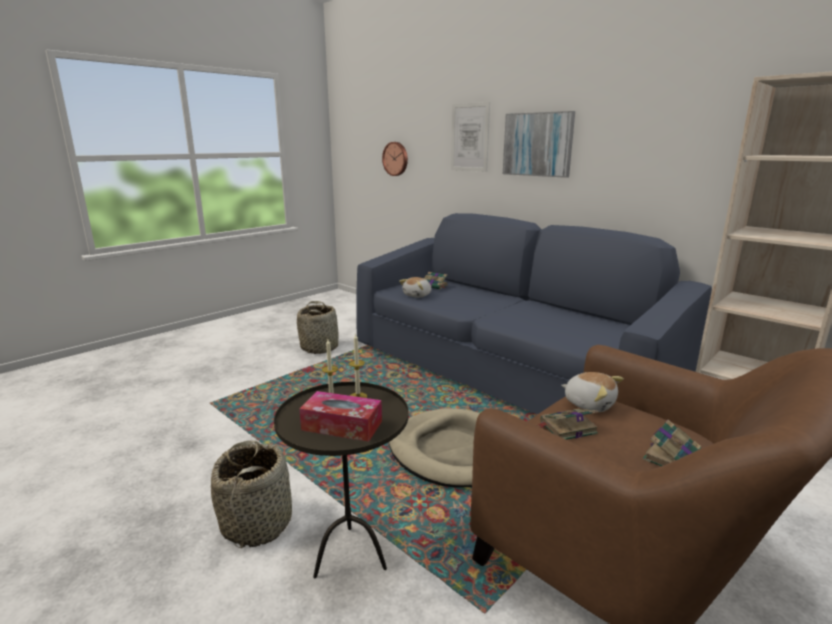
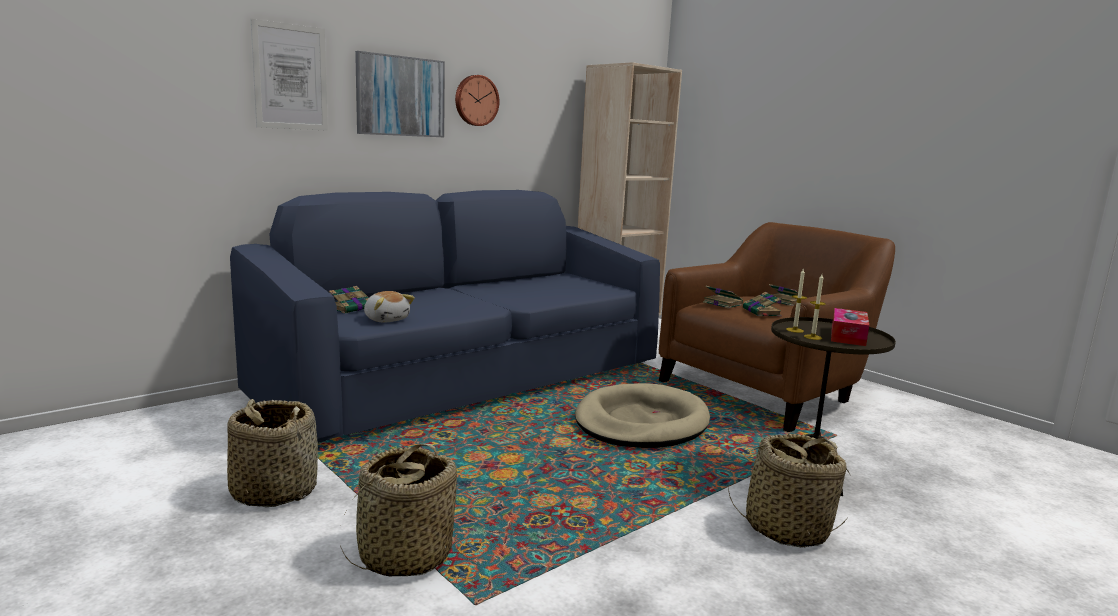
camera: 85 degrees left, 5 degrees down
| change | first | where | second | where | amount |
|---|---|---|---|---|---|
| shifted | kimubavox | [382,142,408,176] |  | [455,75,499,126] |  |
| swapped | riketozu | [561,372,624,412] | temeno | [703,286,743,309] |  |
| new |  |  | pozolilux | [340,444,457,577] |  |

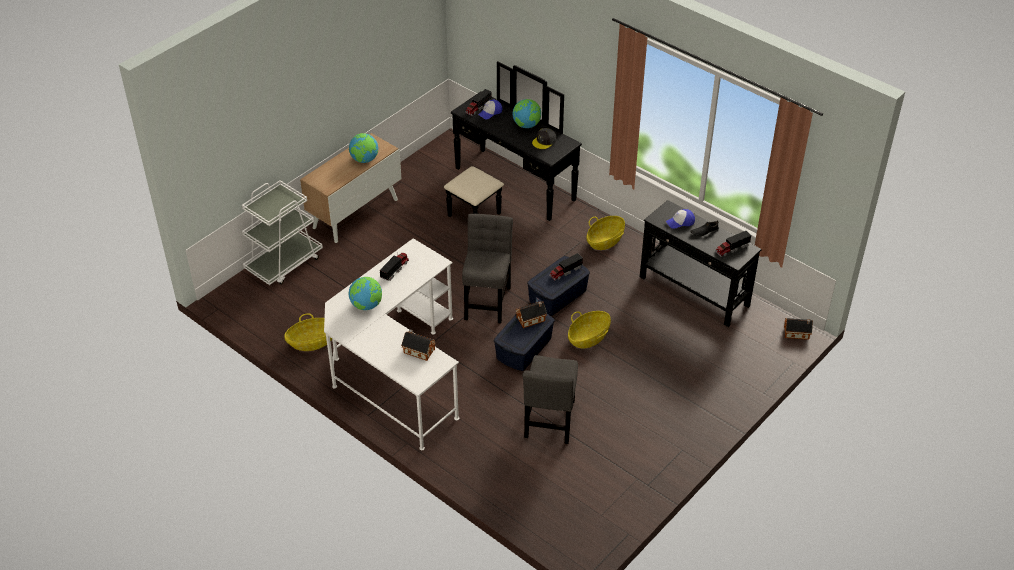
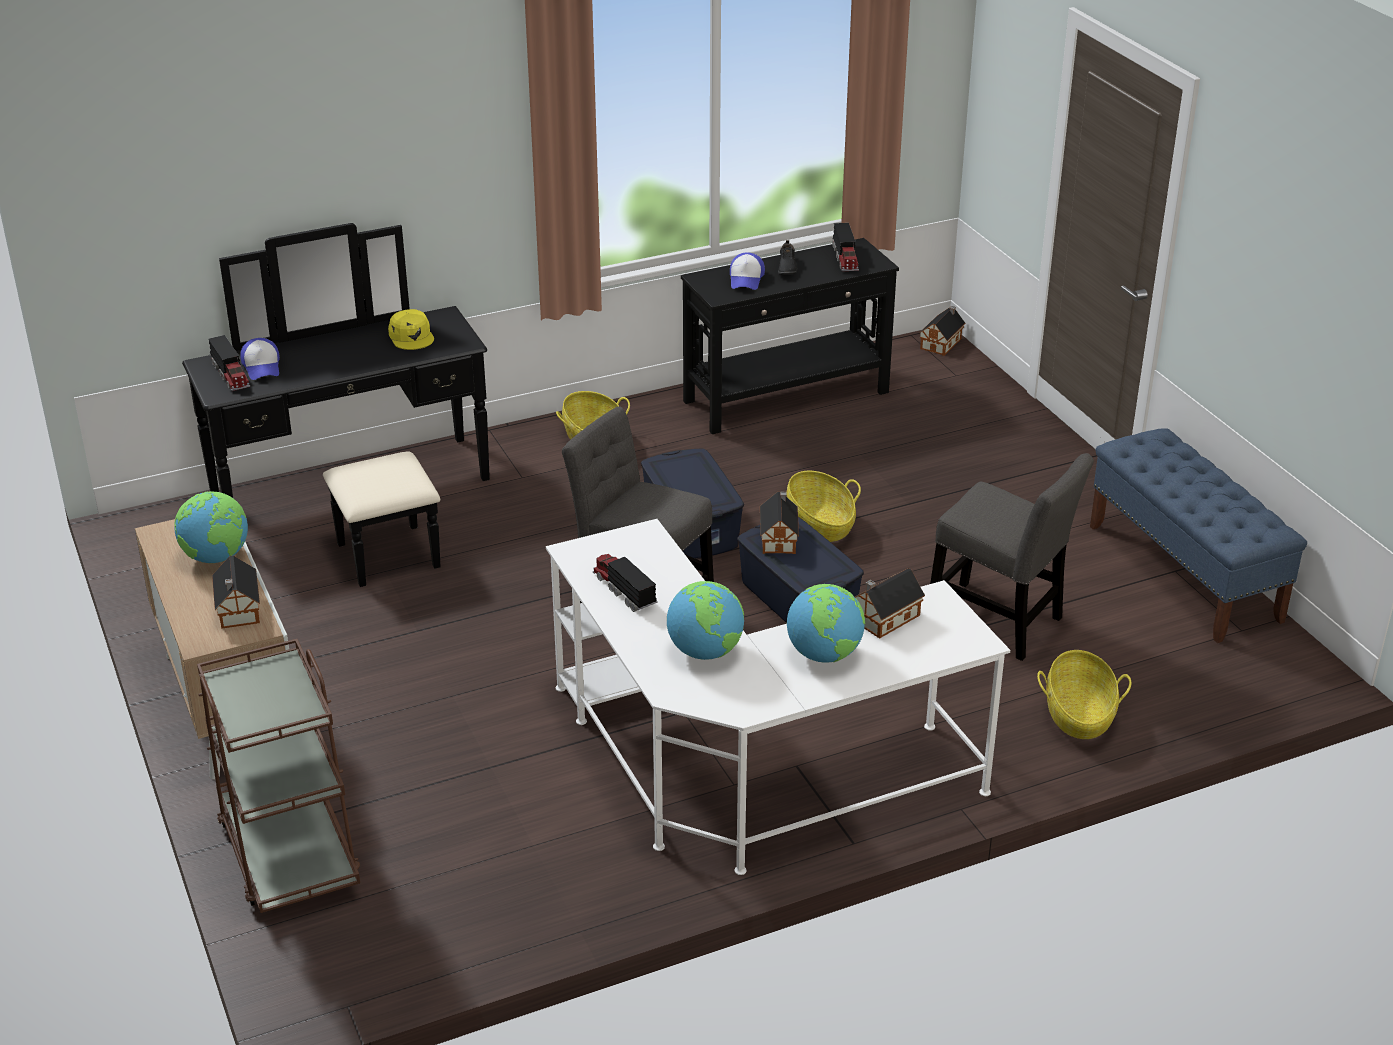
camera: 65 degrees left, 10 degrees down
| change | first | where | second | where | amount |
|---|---|---|---|---|---|
| shifted | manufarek | [513,99,541,128] |  | [787,584,865,663] |  |
| repainted | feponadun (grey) | [532,128,556,149] | feponadun (yellow) | [388,309,434,350] |  |
| repainted | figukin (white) | [242,180,323,285] | figukin (brown) | [197,639,360,913] |  |
| gone | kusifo | [549,253,583,281] |  |  |  |
| shifted | pozolilux | [284,313,332,351] |  | [1037,650,1131,739] |  |
| new |  |  | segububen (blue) | [1090,428,1307,643] |  |
| new |  |  | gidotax | [212,555,260,629] |  |

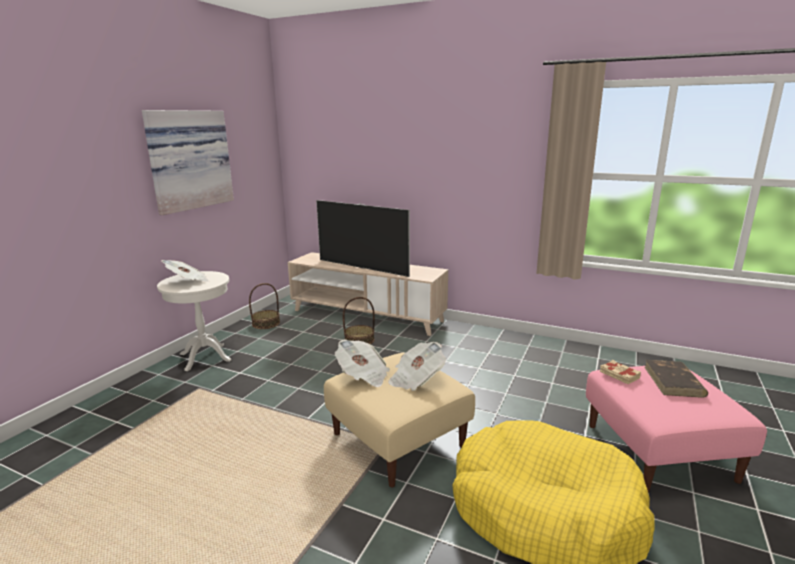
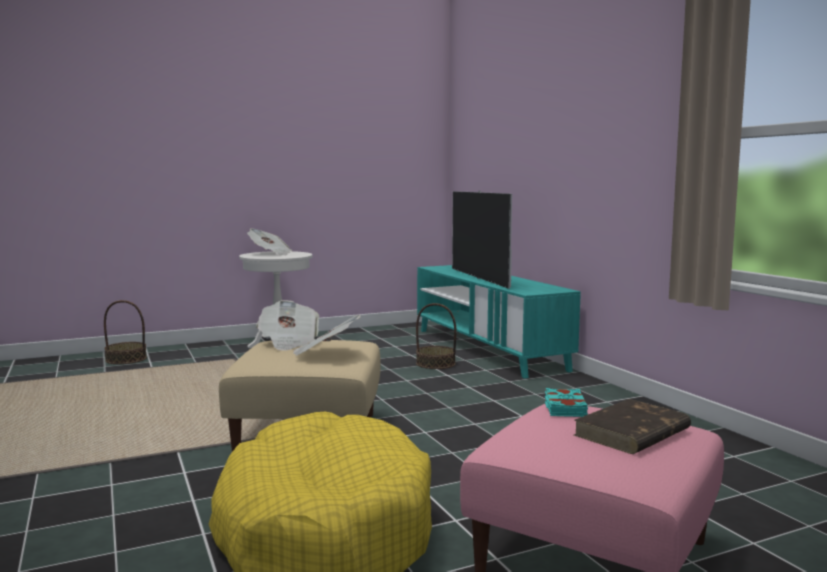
camera: 40 degrees right, 10 degrees down
| change | first | where | second | where | amount |
|---|---|---|---|---|---|
| gone | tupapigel | [142,110,234,215] |  |  |  |
| repainted | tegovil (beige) | [288,252,448,336] | tegovil (turquoise) | [417,265,581,379] |  |
| shifted | pozolilux | [249,283,280,329] |  | [104,300,147,364] |  |
| repainted | temeno (beige) | [600,360,641,384] | temeno (turquoise) | [545,388,588,417] |  |

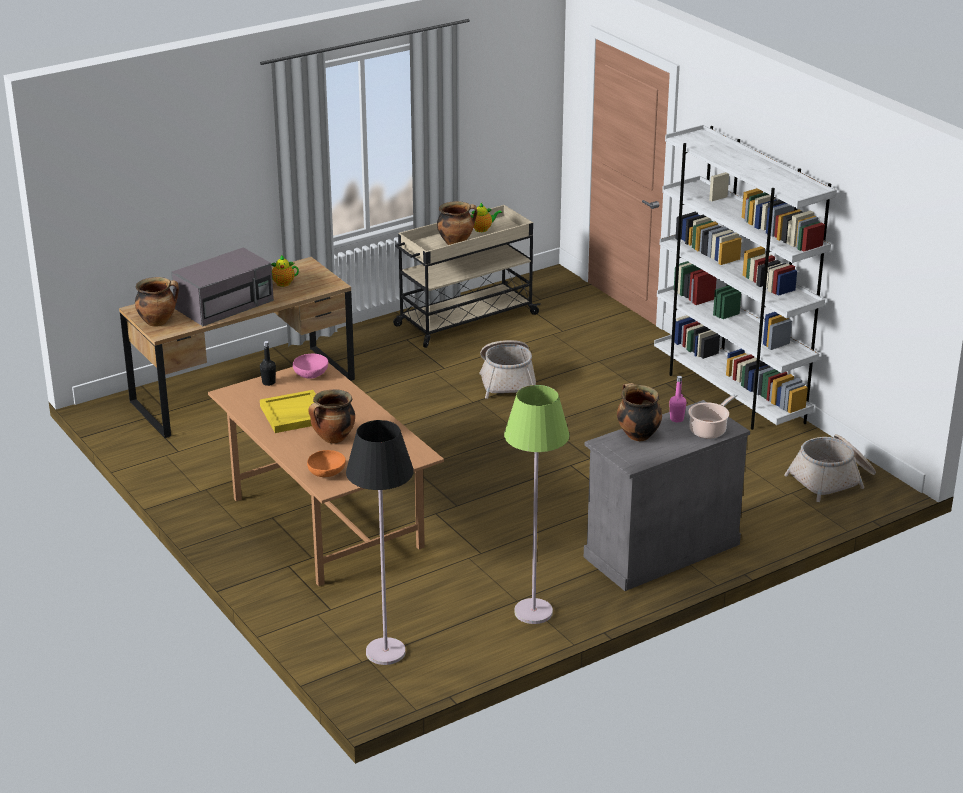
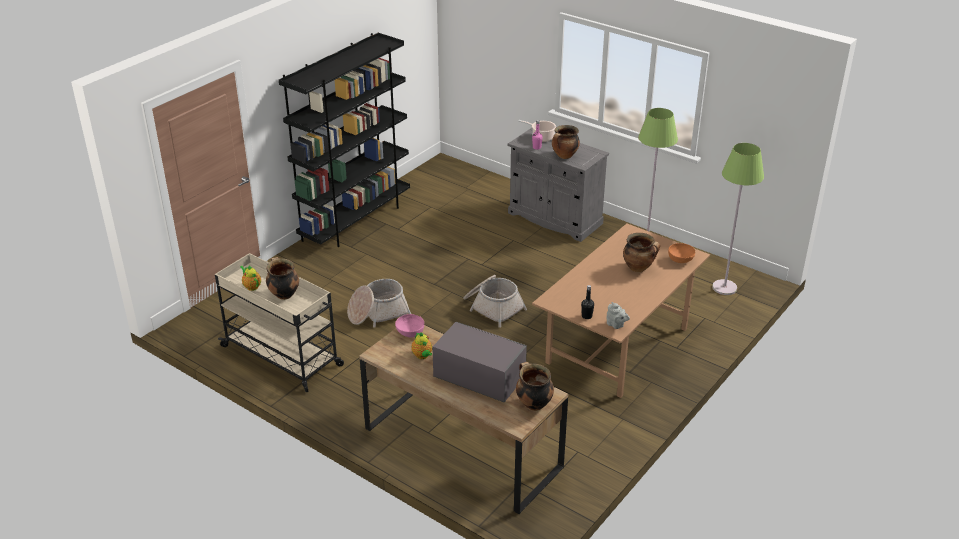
camera: 110 degrees left, 5 degrees up
| change | first | where | second | where | amount |
|---|---|---|---|---|---|
| repainted | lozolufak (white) | [654,125,837,430] | lozolufak (black) | [279,33,410,247] |  |
| shifted | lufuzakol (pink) | [293,354,328,379] |  | [395,314,424,338] |  |
| gone | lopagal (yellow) | [260,390,316,433] |  |  |  |
| repainted | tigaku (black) | [346,420,413,665] | tigaku (green) | [712,143,764,295] |  |
| shifted | pozolilux | [784,434,876,502] |  | [463,275,527,328] |  |
| new |  |  | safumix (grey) | [606,302,630,329] |  |

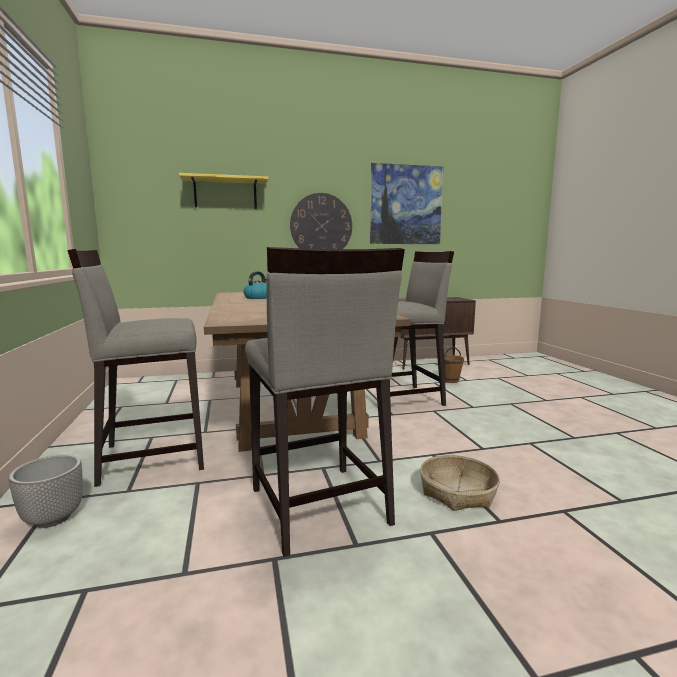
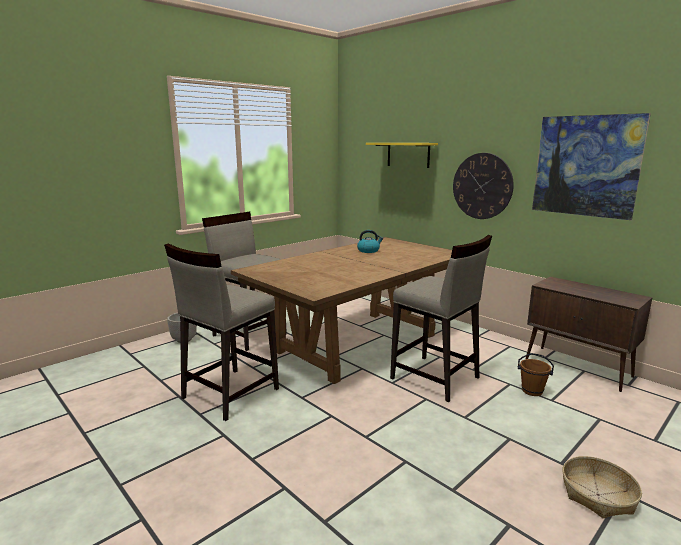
camera: 60 degrees right, 5 degrees up
| change | first | where | second | where | amount |
|---|---|---|---|---|---|
| shifted | pozolilux | [420,455,500,511] |  | [562,456,642,518] |  |

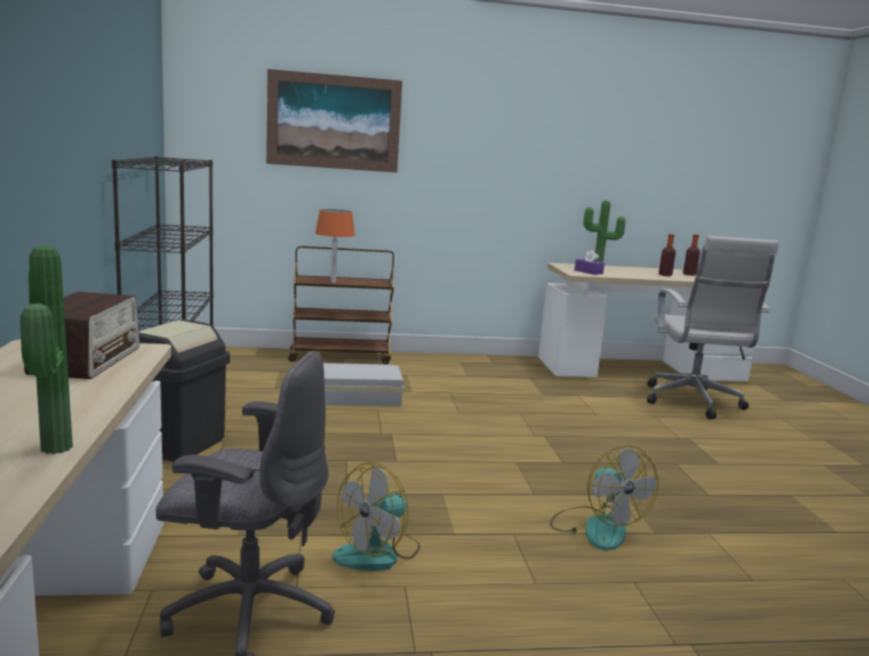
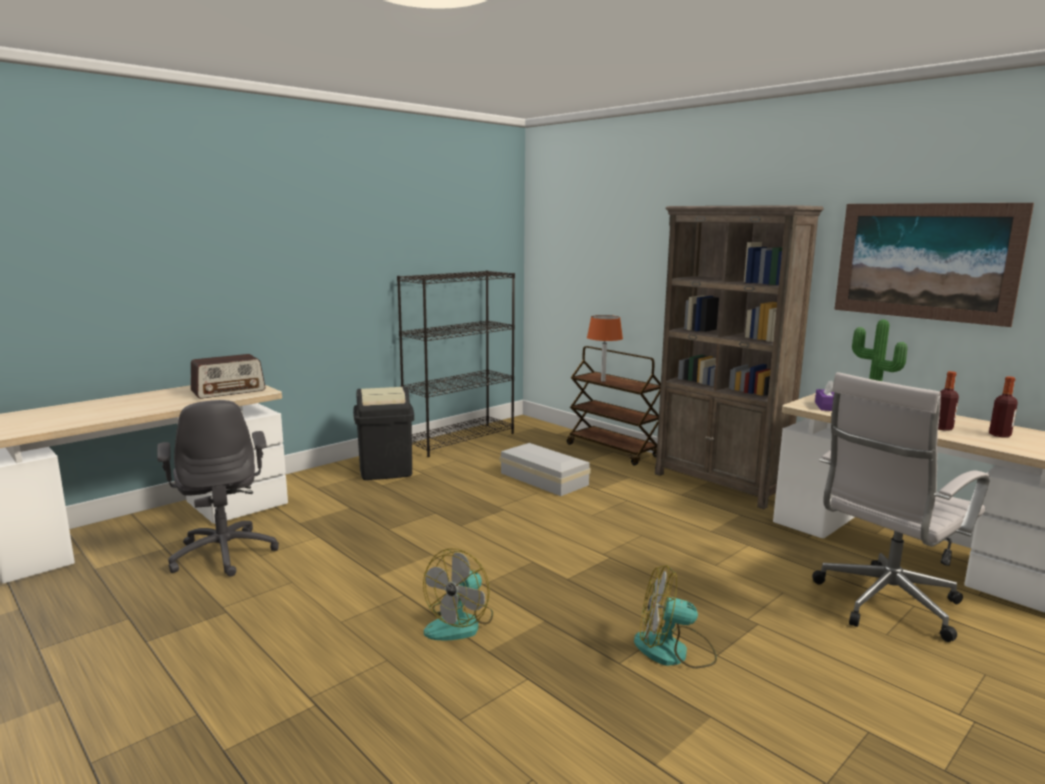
camera: 55 degrees right, 0 degrees up
| change | first | where | second | where | amount |
|---|---|---|---|---|---|
| shifted | tupapigel | [266,69,402,173] |  | [834,203,1034,327] |  |
| gone | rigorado | [20,245,73,454] |  |  |  |
| shifted | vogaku | [332,462,420,571] |  | [634,565,717,669] |  |
| new |  |  | lozolufak (brown) | [655,205,824,509] |  |

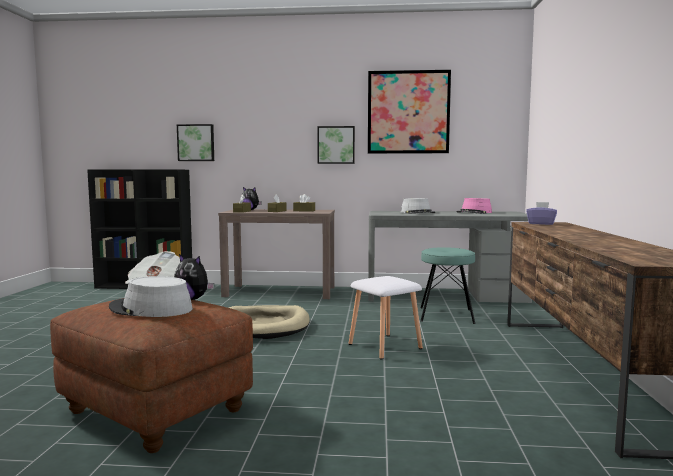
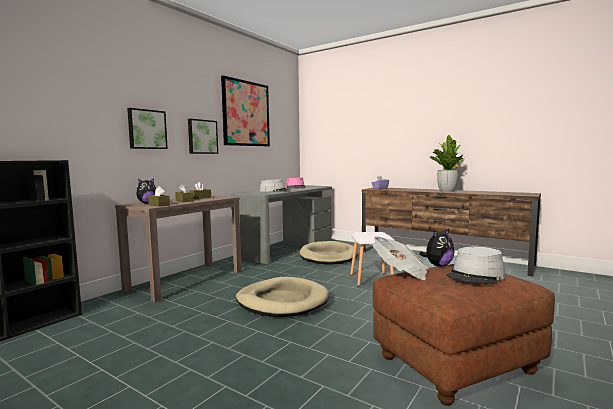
camera: 60 degrees left, 0 degrees up
| change | first | where | second | where | amount |
|---|---|---|---|---|---|
| shifted | tupapigel | [177,124,214,161] |  | [127,108,168,149] |  |
| swapped | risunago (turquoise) | [420,247,476,324] | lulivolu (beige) | [299,241,358,265] |  |
| new |  |  | rigorado | [429,135,465,192] |  |

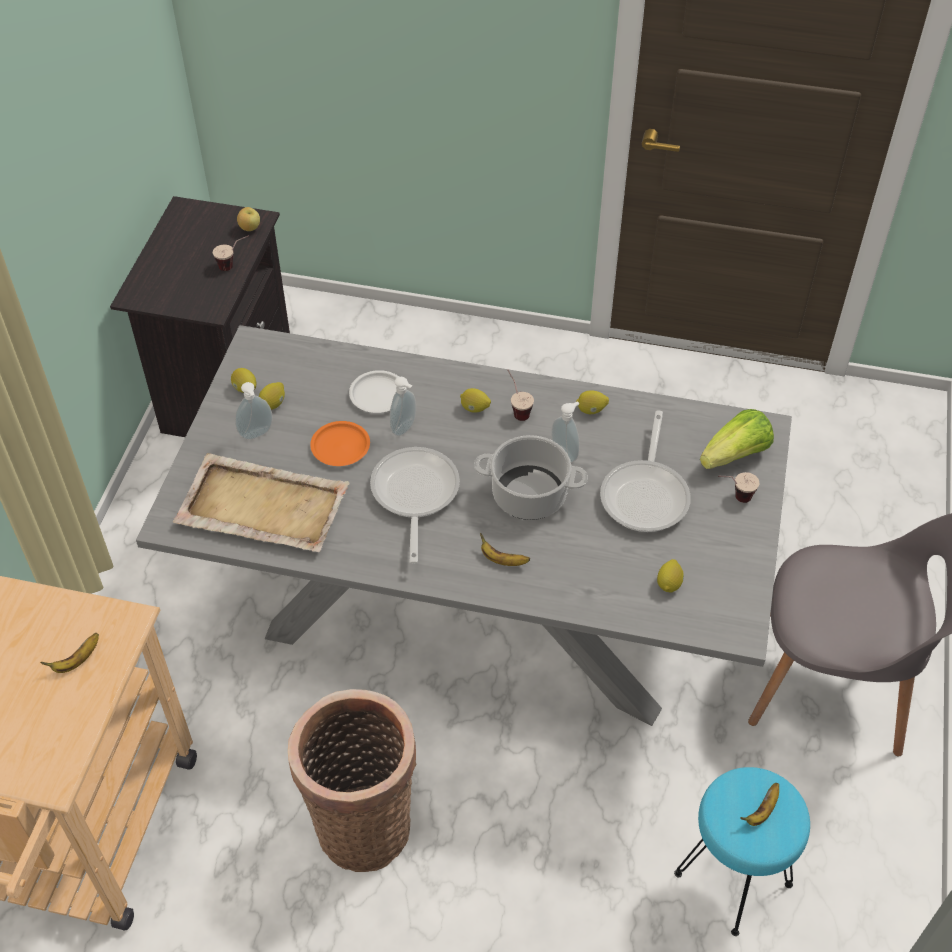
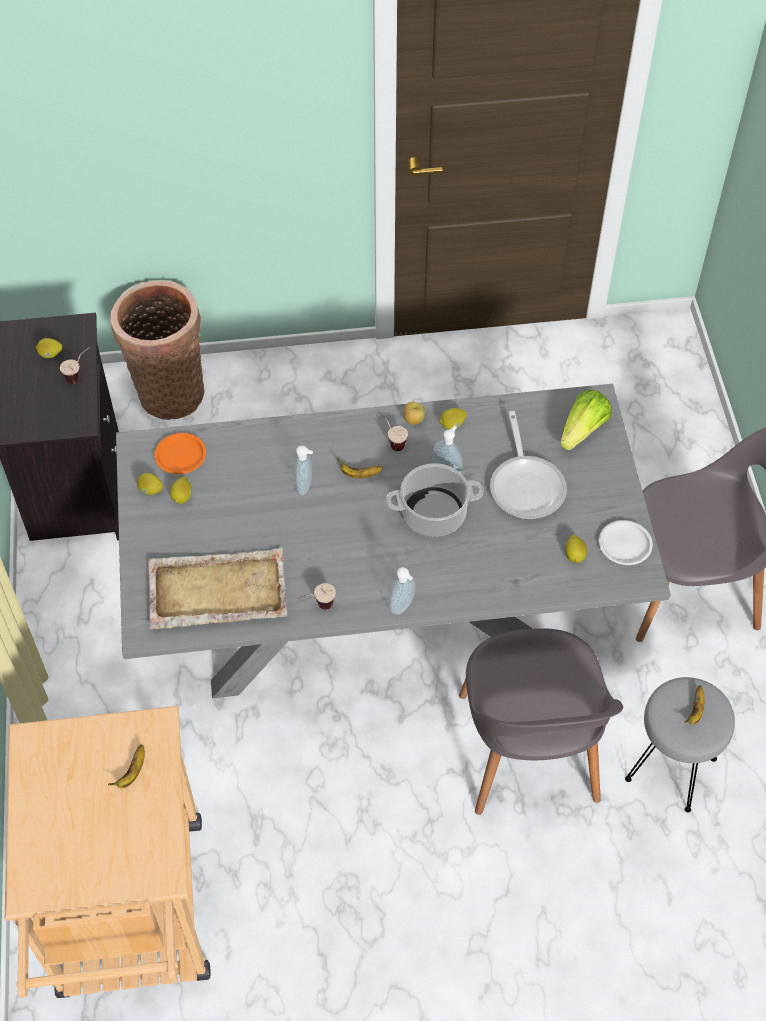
camera: 20 degrees left, 5 degrees up
| change | first | where | second | where | amount |
|---|---|---|---|---|---|
| shifted | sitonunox | [237,207,260,231] |  | [403,402,425,425] |  |
| shifted | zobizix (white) | [349,370,407,413] |  | [599,520,653,565] |  |
| shifted | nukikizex | [235,382,273,440] |  | [389,567,415,615] |  |
| shifted | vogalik | [460,388,491,413] |  | [36,338,62,358] |  |
| shifted | zobizix (orange) | [310,421,370,466] |  | [154,433,206,474] |  |
| gone | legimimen | [370,447,460,563] |  |  |  |
| shifted | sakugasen | [718,472,760,503] |  | [299,583,336,610] |  |
| shifted | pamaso | [480,533,530,566] |  | [337,458,383,478] |  |
| shifted | pozolilux | [288,689,416,872] |  | [110,280,205,420] |  |
| repainted | risunago (turquoise) | [674,767,810,936] | risunago (grey) | [625,677,735,812] |  |
| new |  |  | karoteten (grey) | [459,628,623,815] |  |

